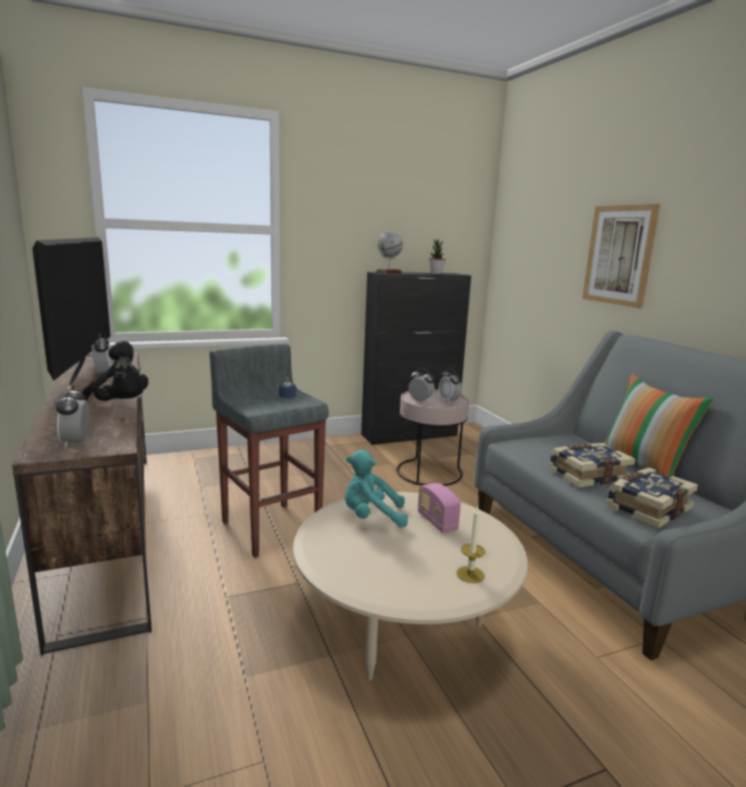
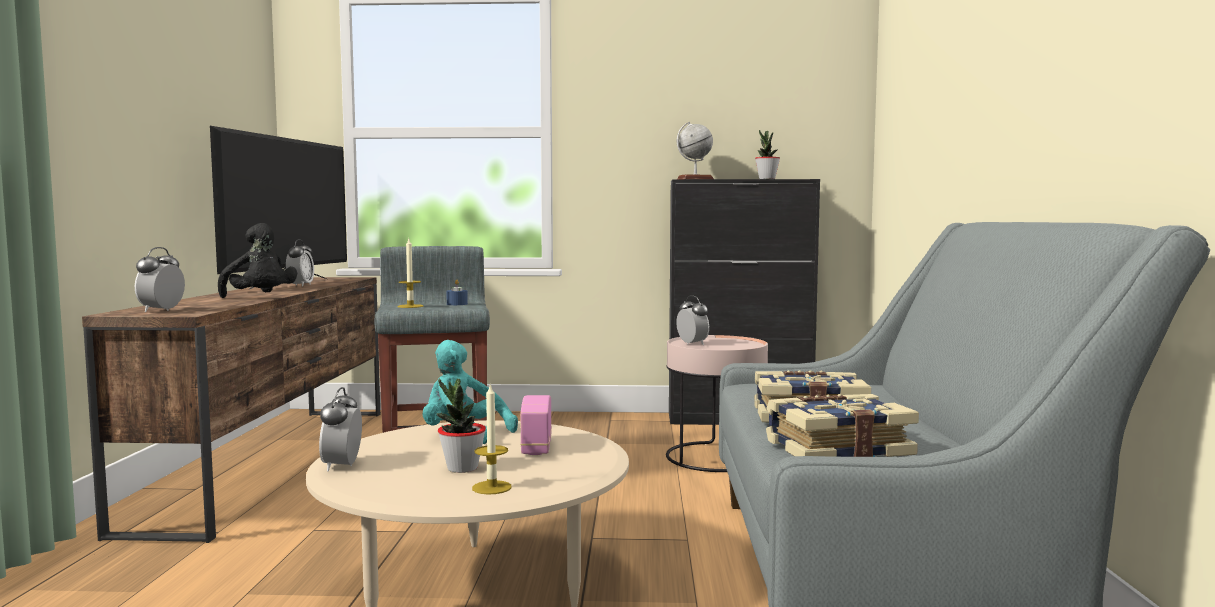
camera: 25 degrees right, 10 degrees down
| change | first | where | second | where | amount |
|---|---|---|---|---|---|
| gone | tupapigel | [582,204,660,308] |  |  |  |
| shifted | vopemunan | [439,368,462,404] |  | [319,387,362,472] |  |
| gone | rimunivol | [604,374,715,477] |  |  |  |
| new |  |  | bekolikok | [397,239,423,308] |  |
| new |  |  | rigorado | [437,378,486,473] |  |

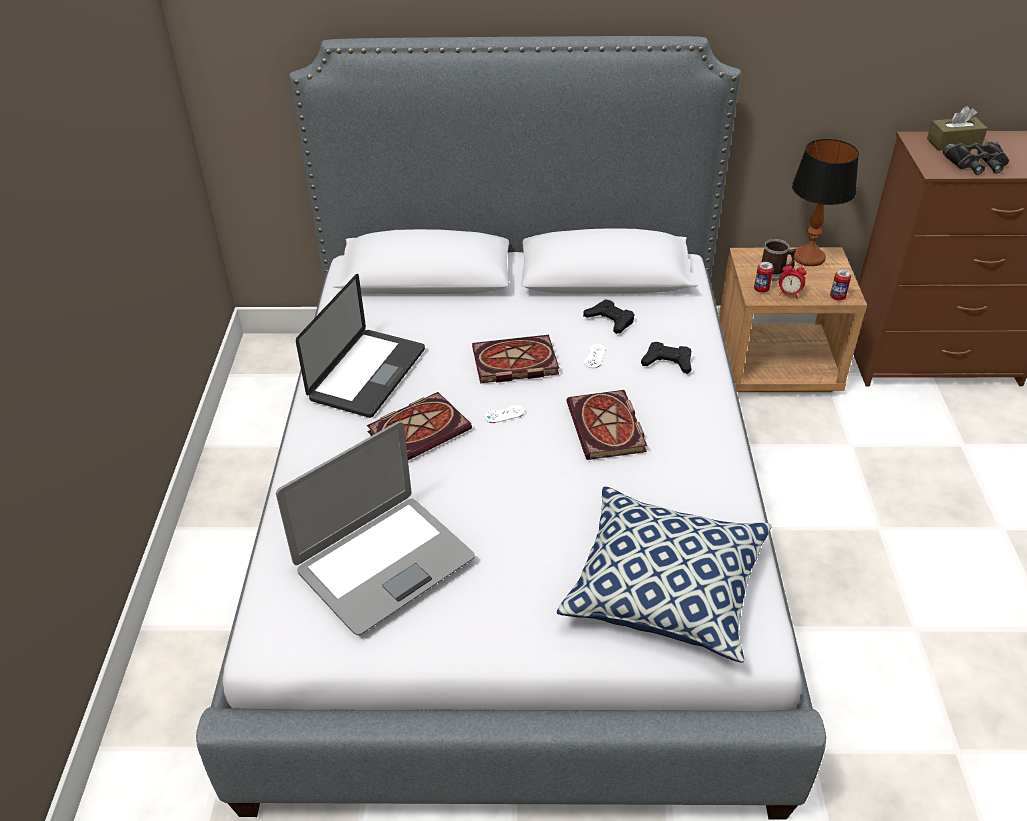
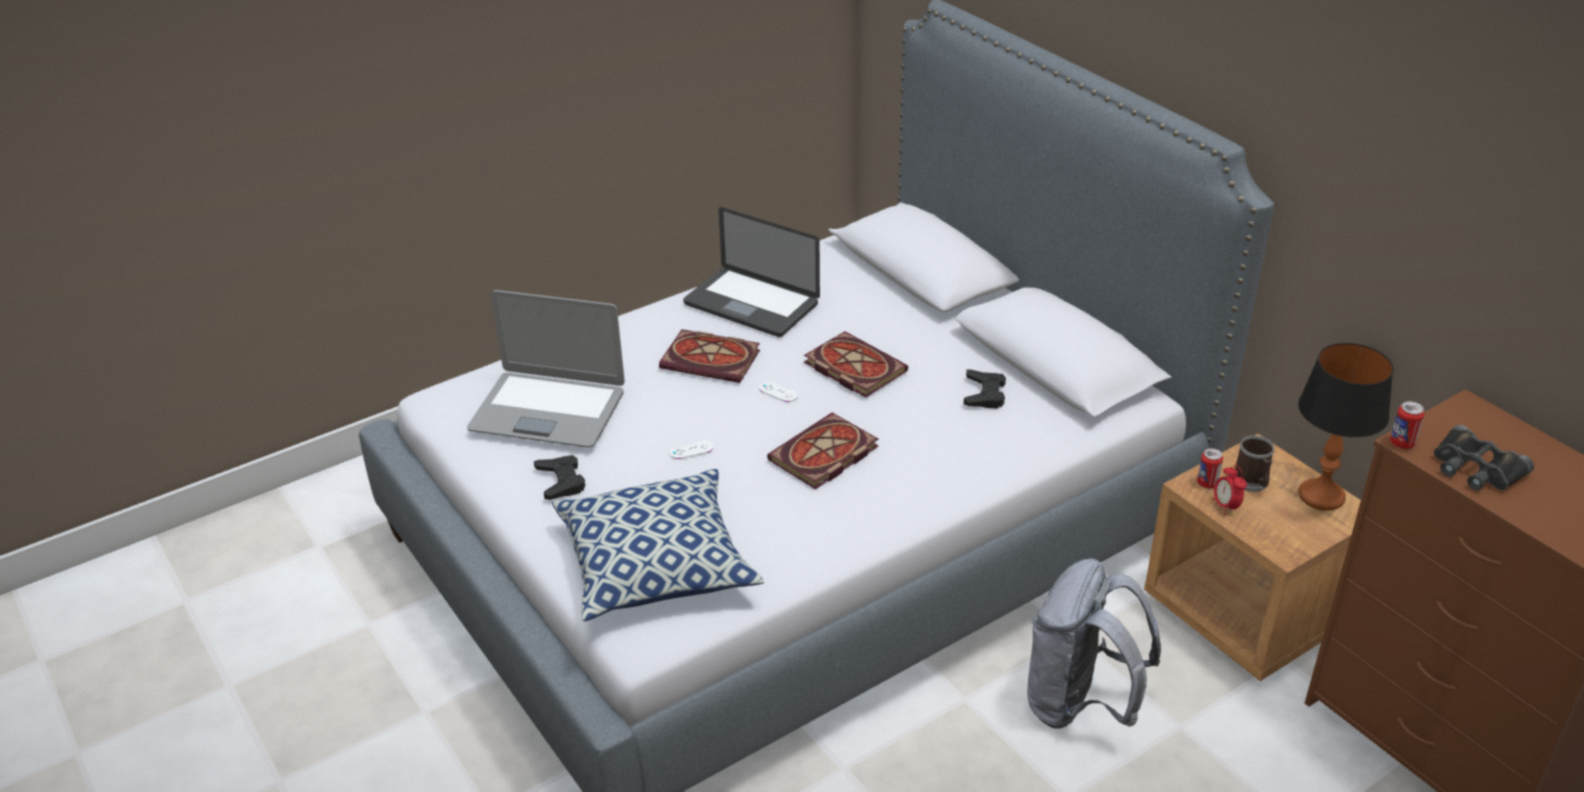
camera: 55 degrees right, 5 degrees down
| change | first | where | second | where | amount |
|---|---|---|---|---|---|
| gone | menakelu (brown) | [927,106,988,151] |  |  |  |
| shifted | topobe | [830,269,851,300] |  | [1390,401,1425,449] |  |
| rotated | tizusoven | [296,274,425,418] |  | [683,207,820,337] | 45 degrees clockwise |
| shifted | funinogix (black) | [641,342,691,374] |  | [534,455,585,500] |  |
| shifted | funinogix (white) | [584,344,606,368] |  | [669,440,714,459] |  |
| new |  |  | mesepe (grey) | [1027,559,1161,729] |  |

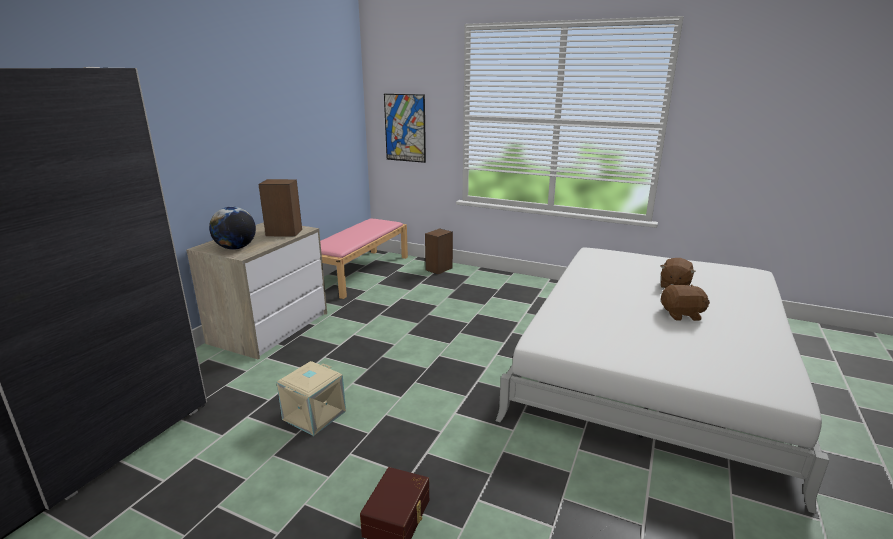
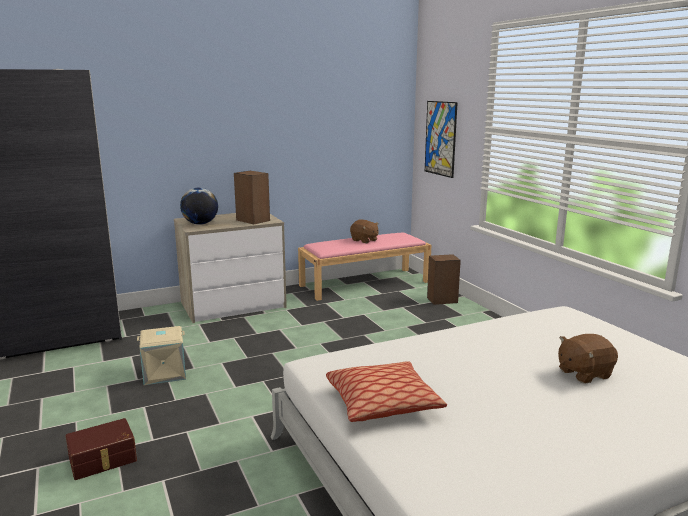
camera: 40 degrees right, 5 degrees down
| change | first | where | second | where | amount |
|---|---|---|---|---|---|
| shifted | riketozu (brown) | [661,284,710,321] |  | [350,220,379,243] |  |
| new |  |  | rimunivol | [326,361,447,422] |  |

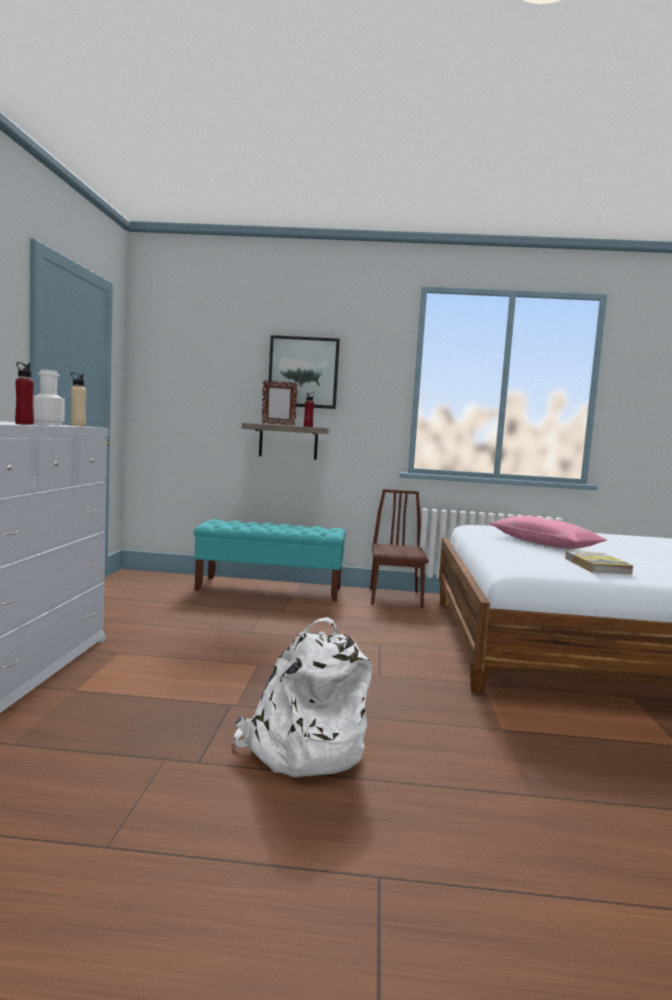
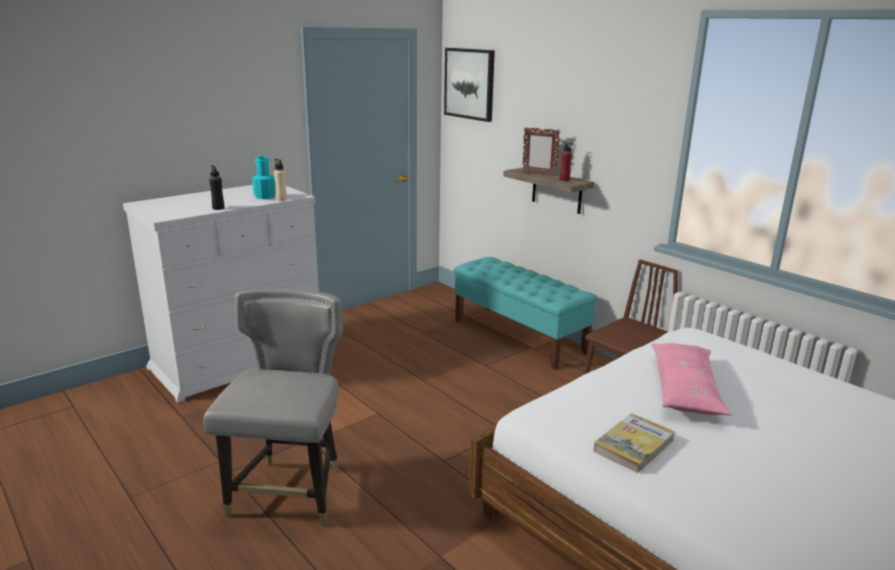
camera: 45 degrees right, 15 degrees up
| change | first | where | second | where | amount |
|---|---|---|---|---|---|
| shifted | tupapigel | [269,335,340,409] |  | [444,48,495,122] |  |
| repainted | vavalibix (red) | [15,362,34,425] | vavalibix (black) | [209,165,224,210] |  |
| repainted | vavalibix (white) | [33,370,65,425] | vavalibix (turquoise) | [252,156,275,199] |  |
| swapped | mesepe (white) | [234,617,372,777] | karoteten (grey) | [203,289,343,527] |  |

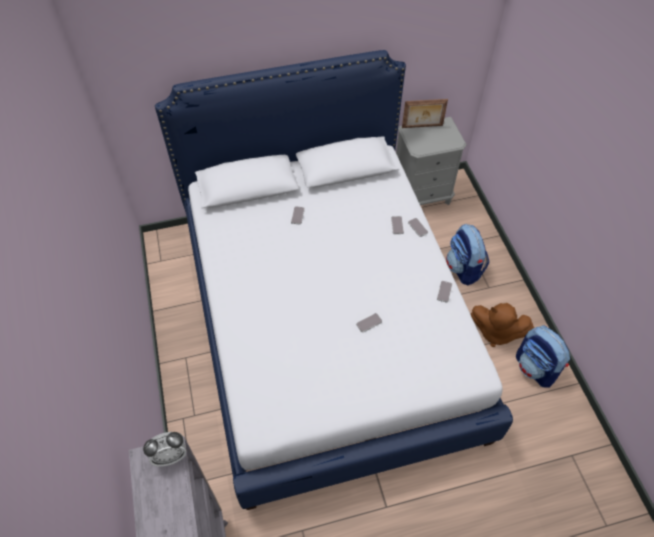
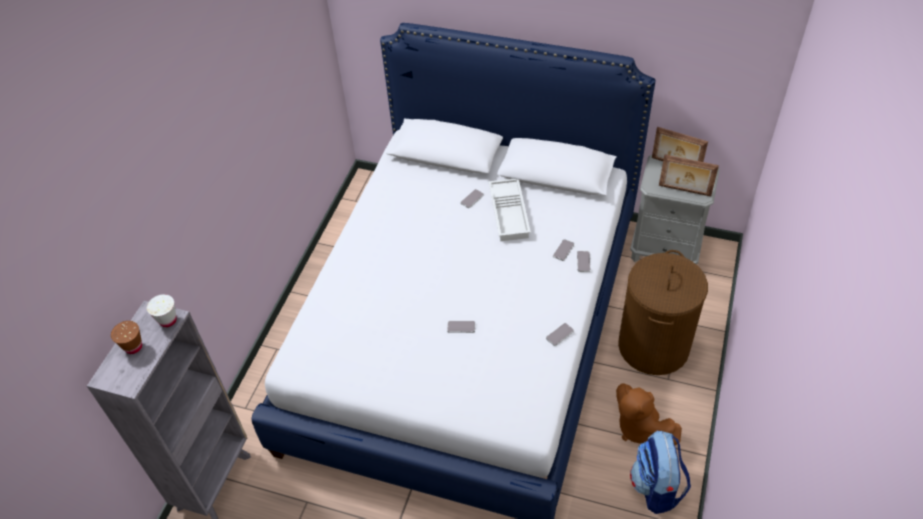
camera: 35 degrees right, 5 degrees down
| change | first | where | second | where | amount |
|---|---|---|---|---|---|
| swapped | mesepe | [446,224,489,285] | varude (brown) | [618,250,708,375] |  |
| swapped | vopemunan | [143,432,186,467] | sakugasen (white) | [147,294,177,327] |  |
| new |  |  | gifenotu | [659,155,719,197] |  |
| new |  |  | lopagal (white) | [489,179,531,241] |  |
| new |  |  | sakugasen (brown) | [111,321,142,354] |  |

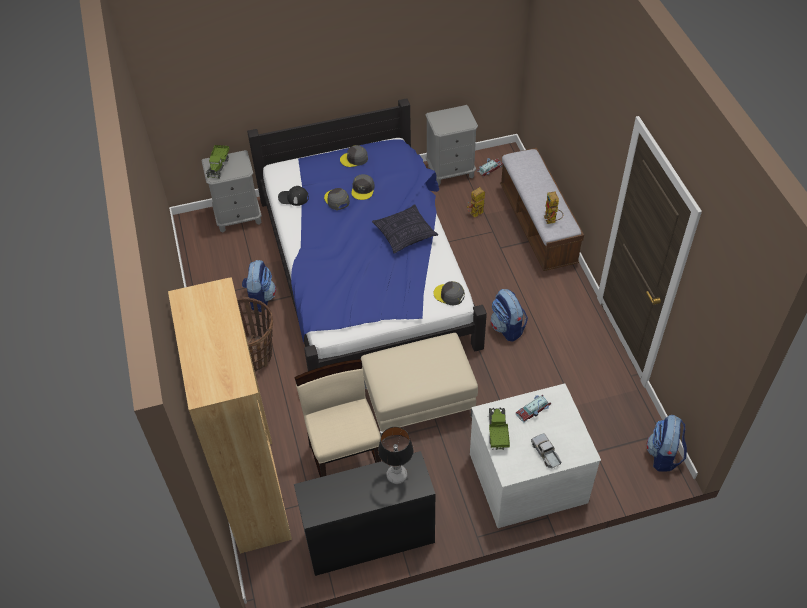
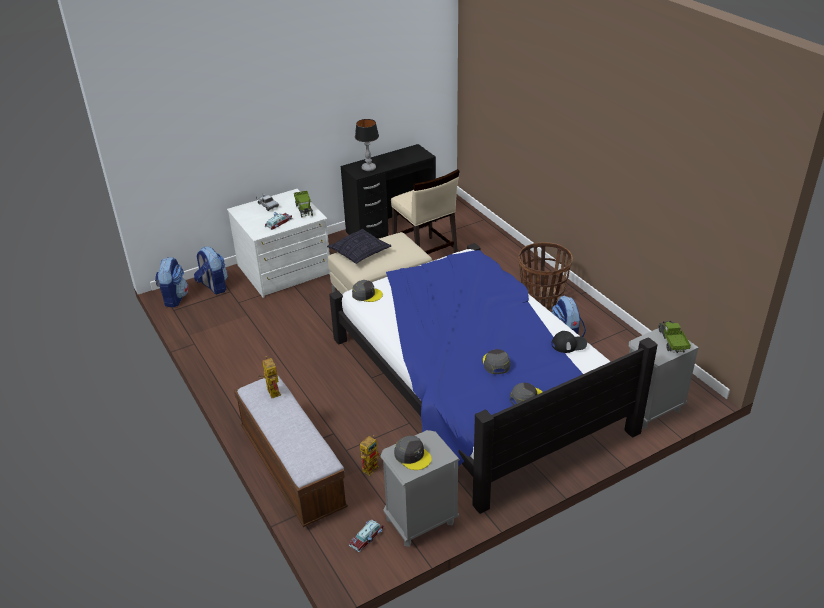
camera: 165 degrees right, 15 degrees down
| change | first | where | second | where | amount |
|---|---|---|---|---|---|
| shifted | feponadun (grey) | [324,188,350,210] |  | [394,436,432,470] |  |
| shifted | rimunivol | [372,204,438,254] |  | [327,229,392,264] |  |
| gone | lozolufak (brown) | [168,277,292,554] |  |  |  |
| shifted | mesepe | [491,289,528,342] |  | [194,247,228,294] |  |

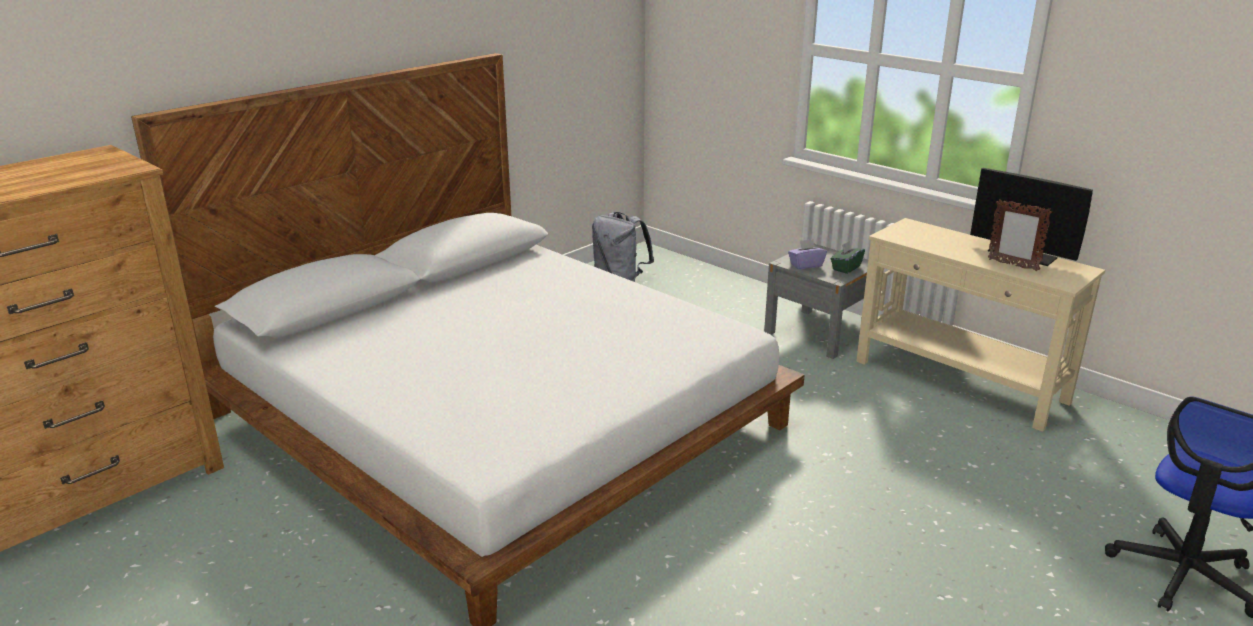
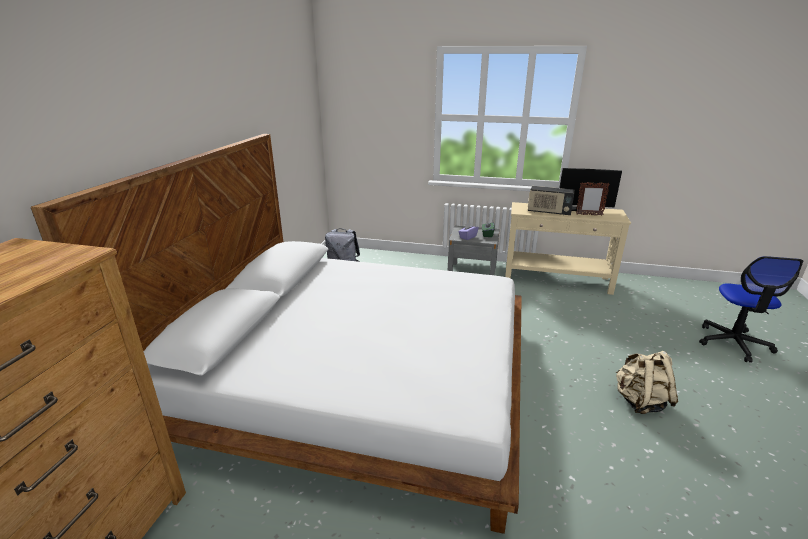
camera: 30 degrees left, 0 degrees up
| change | first | where | second | where | amount |
|---|---|---|---|---|---|
| new |  |  | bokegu | [528,186,575,215] |  |
| new |  |  | mesepe (beige) | [616,351,678,414] |  |

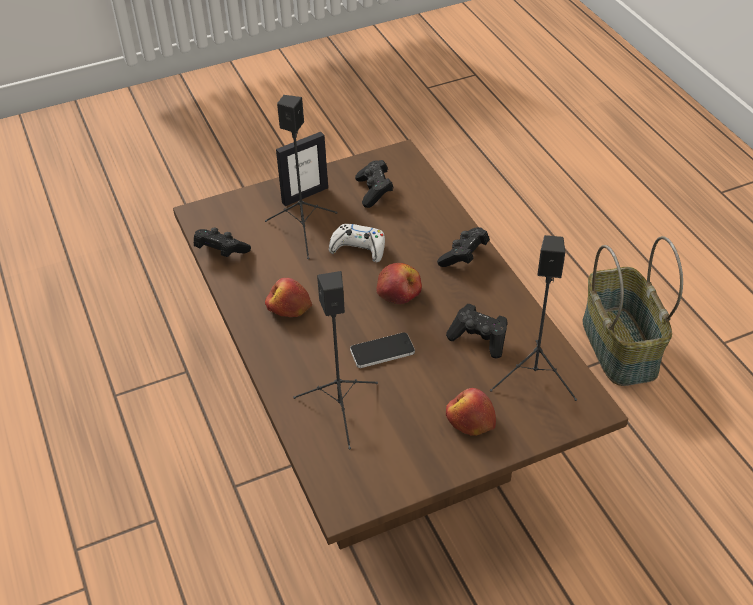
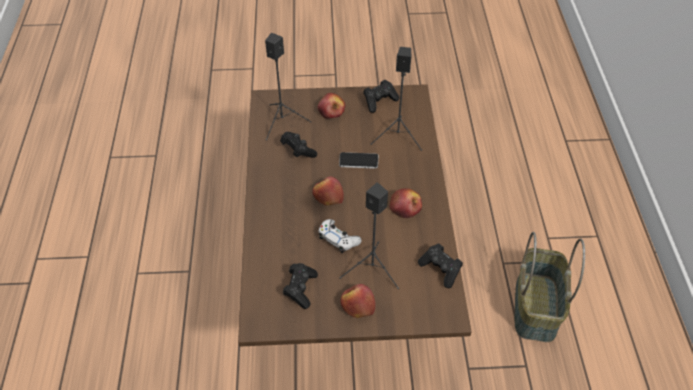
camera: 160 degrees left, 5 degrees up
| change | first | where | second | where | amount |
|---|---|---|---|---|---|
| swapped | gifenotu | [276,132,328,206] | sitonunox | [340,284,376,318] |  |
| shifted | funinogix (black) | [437,227,490,267] |  | [363,80,399,113] |  |
| shifted | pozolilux | [582,236,683,386] |  | [515,232,585,342] |  |

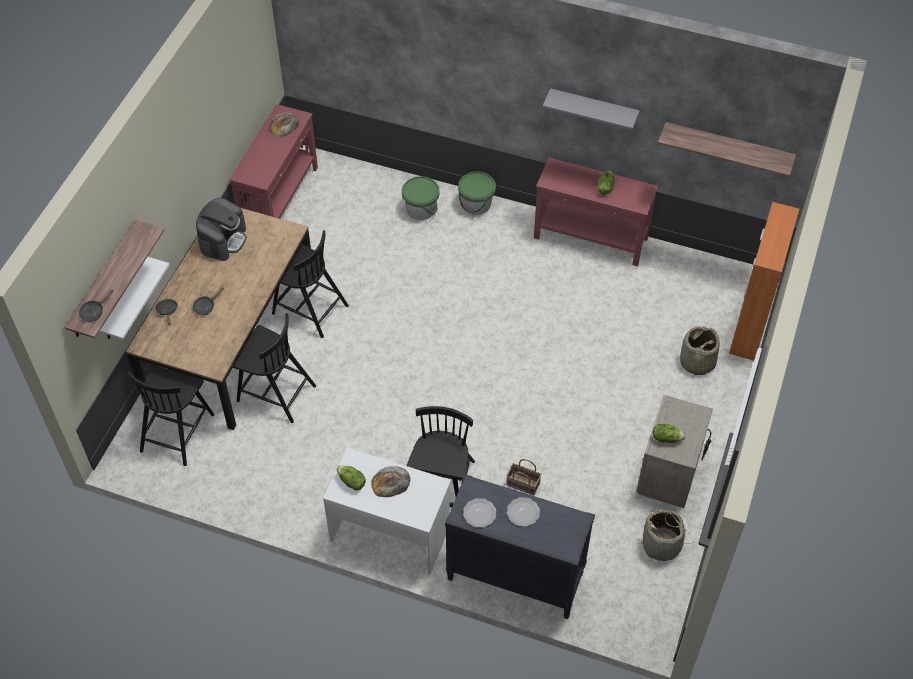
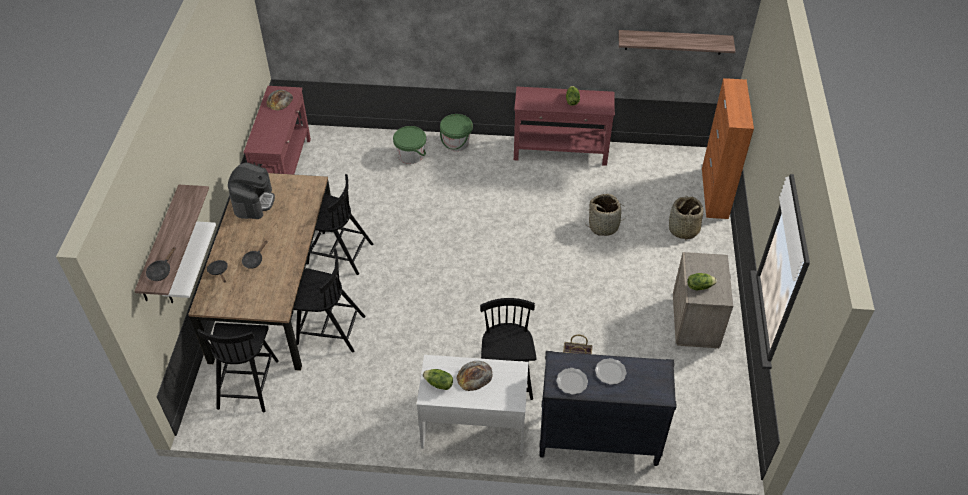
camera: 15 degrees left, 5 degrees down
| change | first | where | second | where | amount |
|---|---|---|---|---|---|
| gone | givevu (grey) | [542,88,640,130] |  |  |  |
| shifted | pozolilux | [638,510,695,561] |  | [588,194,628,236] |  |

